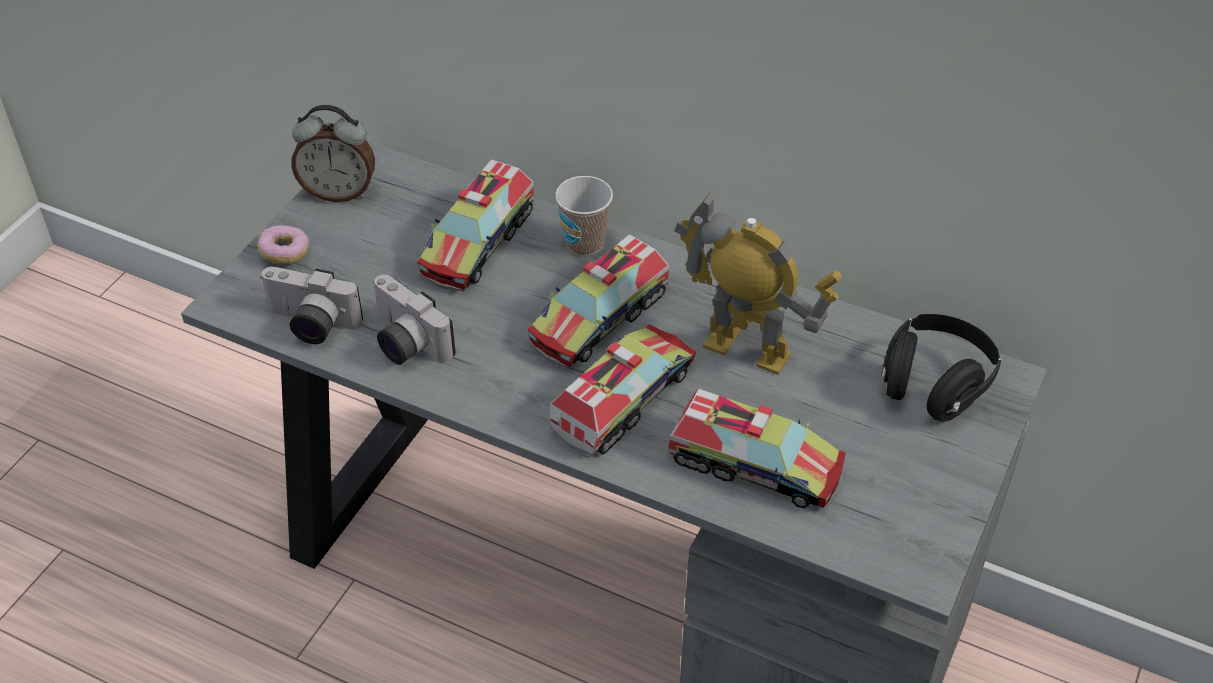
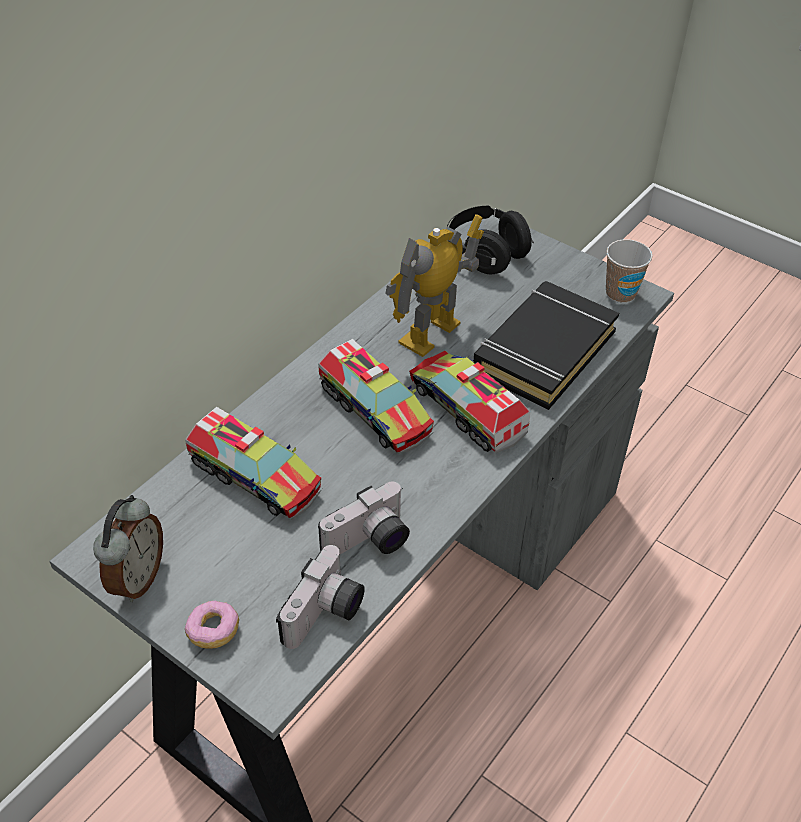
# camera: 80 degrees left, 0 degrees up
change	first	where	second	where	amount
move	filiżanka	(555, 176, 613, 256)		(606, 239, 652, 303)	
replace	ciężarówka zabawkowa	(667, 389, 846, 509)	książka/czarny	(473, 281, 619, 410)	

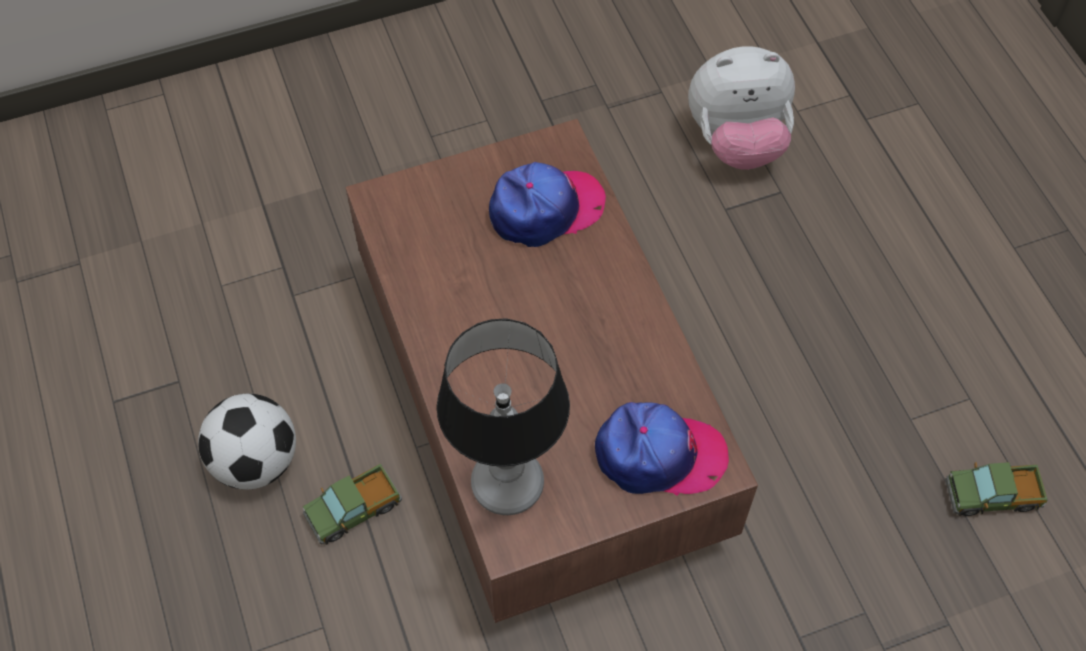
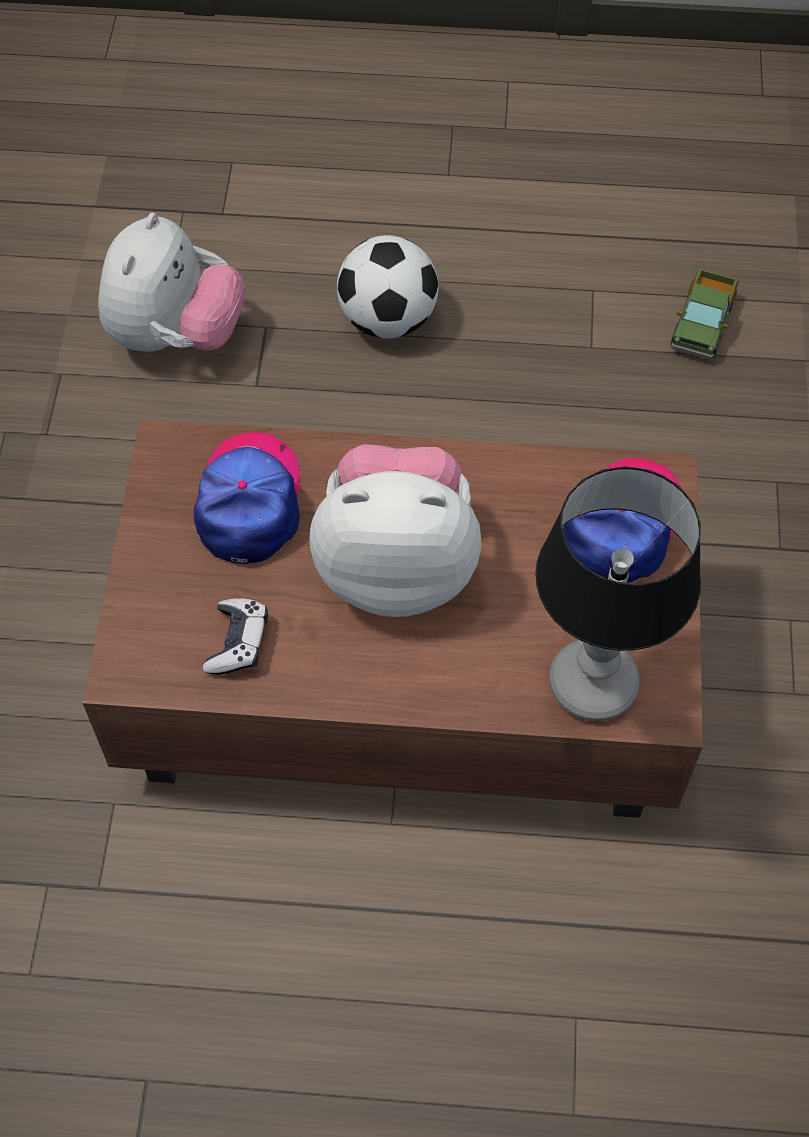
# camera: 65 degrees left, 0 degrees up
change	first	where	second	where	amount
move	piłka futbolowa	(198, 394, 296, 489)		(337, 235, 439, 339)	
delete	ciężarówka zabawkowa	(303, 464, 402, 545)			
insert			pluszak	(309, 444, 482, 617)	
insert			pad do gier	(203, 598, 268, 675)	

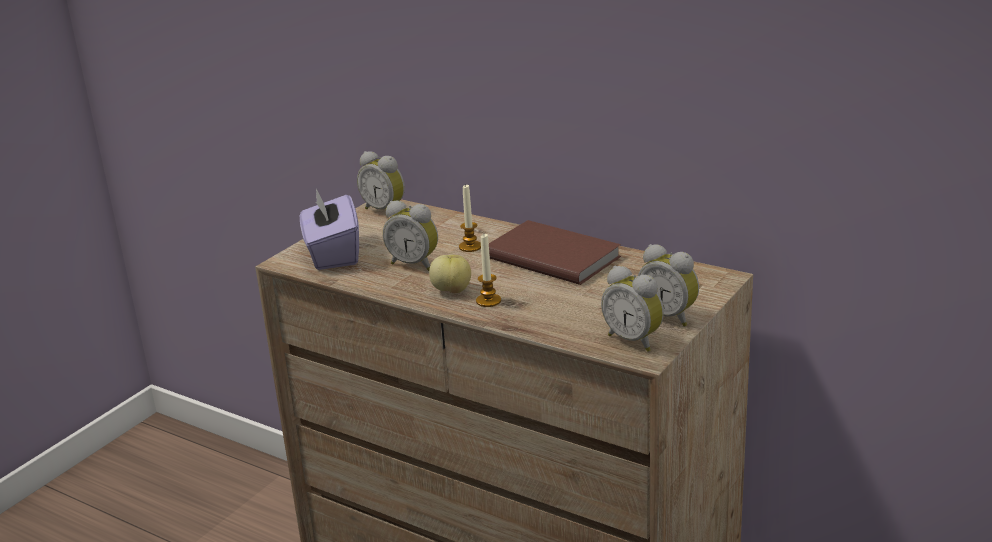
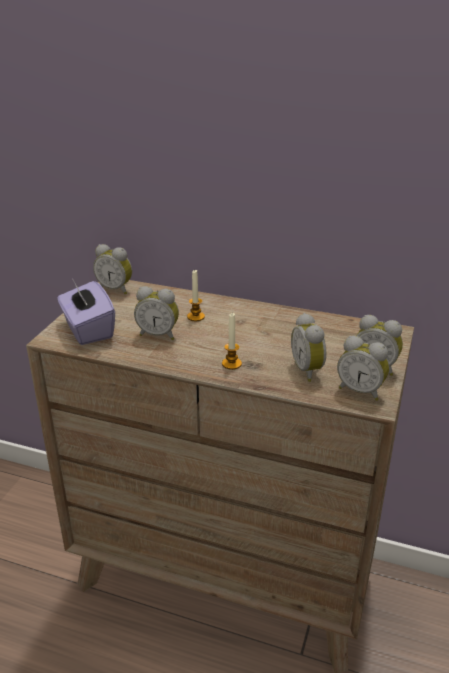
# camera: 15 degrees left, 5 degrees up
change	first	where	second	where	amount
delete	książka/brązowy	(489, 220, 621, 285)			
delete	jabłko	(429, 255, 471, 293)			
insert			budzik	(291, 313, 326, 382)	

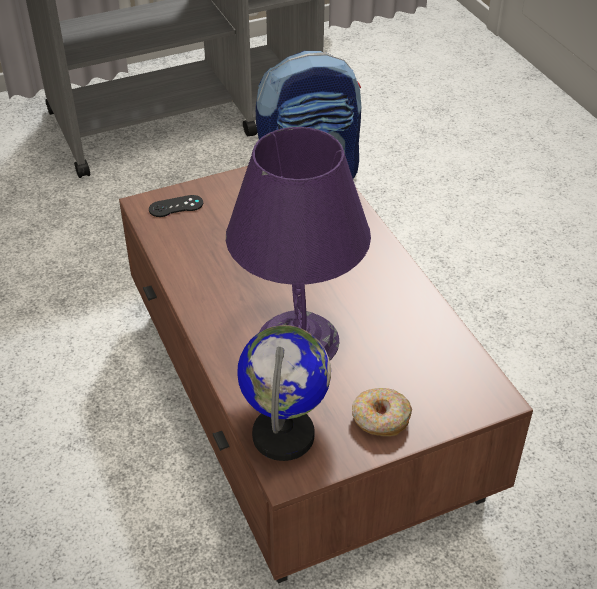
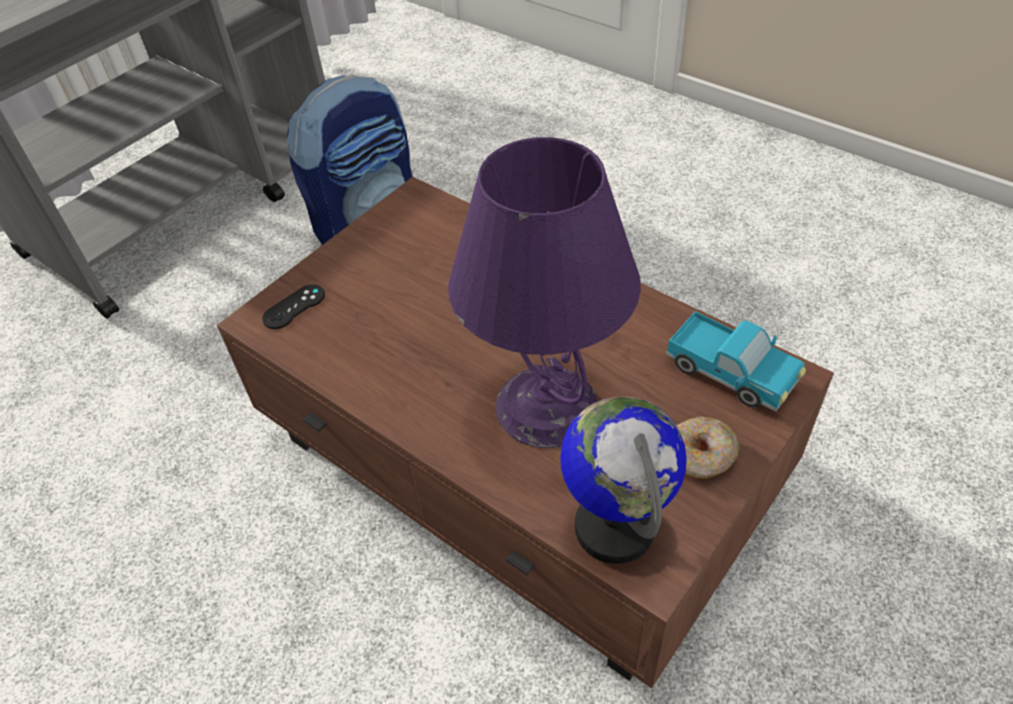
# camera: 25 degrees left, 5 degrees up
change	first	where	second	where	amount
insert			ciężarówka zabawkowa	(666, 311, 806, 412)	

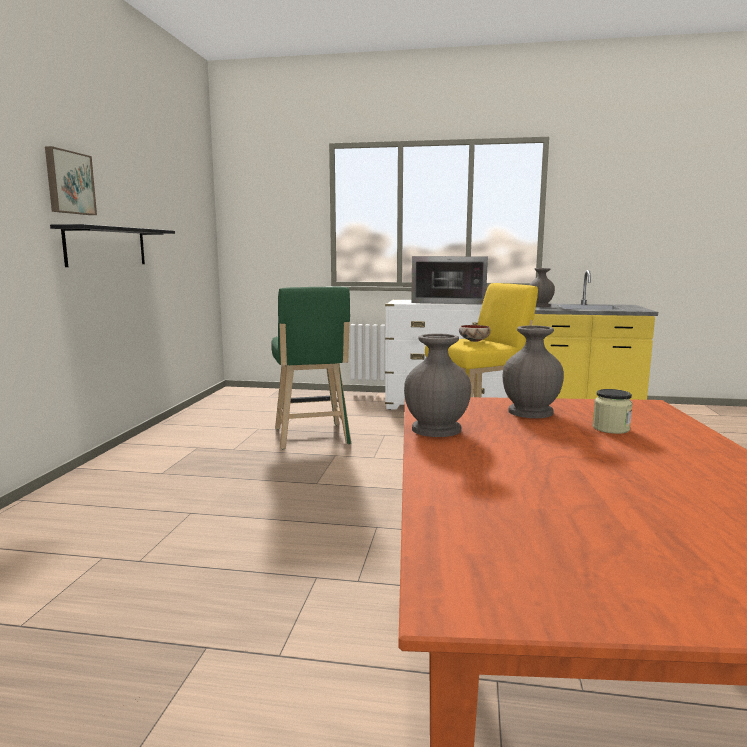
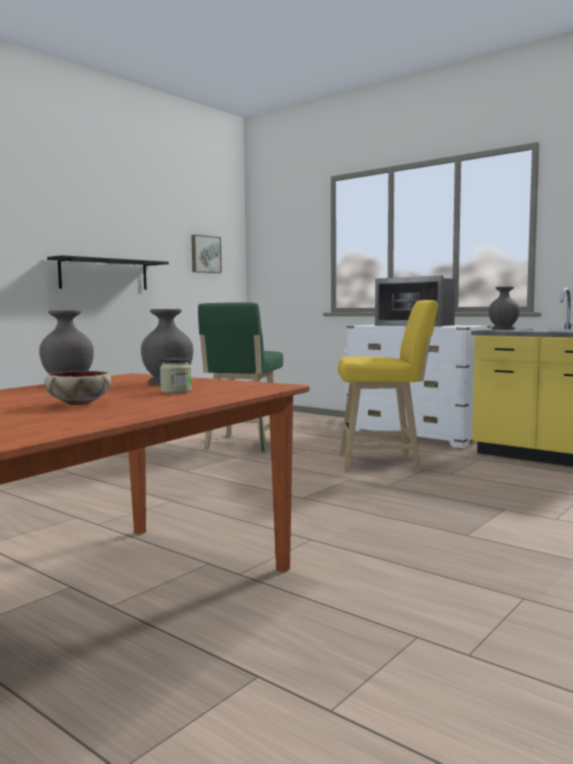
# camera: 30 degrees right, 5 degrees down
change	first	where	second	where	amount
move	obraz	(45, 146, 97, 215)		(191, 234, 222, 273)	
move	miska	(459, 325, 491, 342)		(44, 371, 111, 405)	

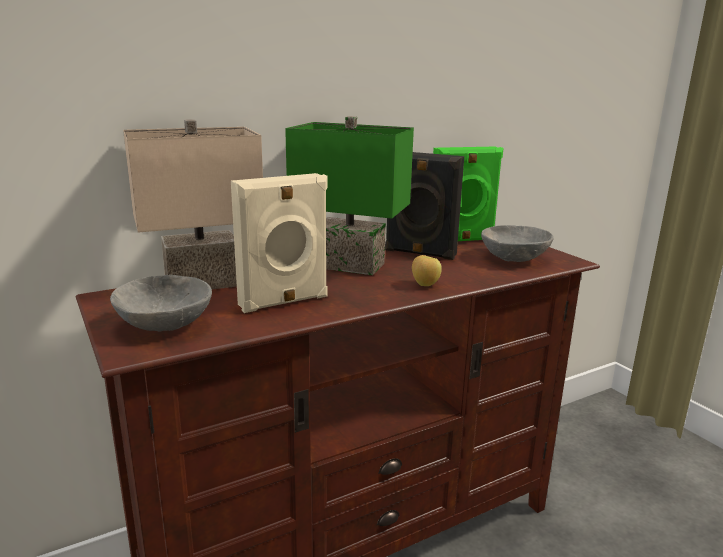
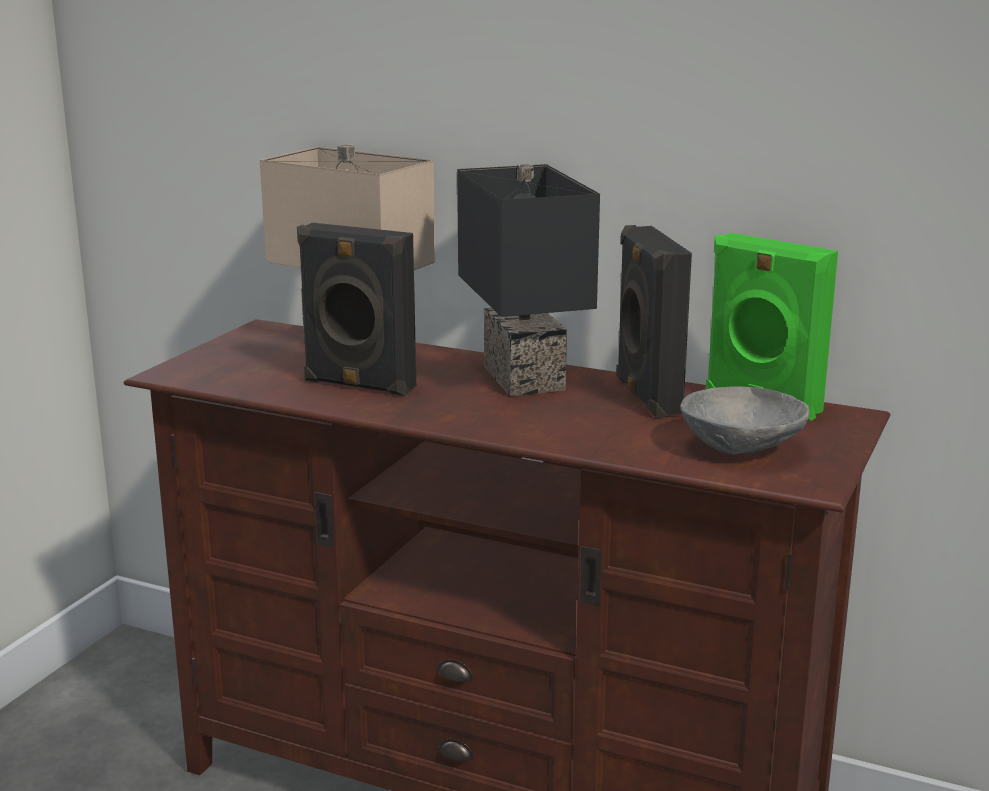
# camera: 55 degrees right, 0 degrees up
change	first	where	second	where	amount
recolor	lampa stołowa/zielony	(285, 116, 414, 275)	lampa stołowa/czarny	(457, 164, 600, 396)	
recolor	głośnik/beżowy	(231, 173, 328, 313)	głośnik/czarny	(297, 223, 416, 396)	
delete	jabłko	(412, 255, 442, 286)			
delete	miska/szary	(110, 275, 212, 332)			

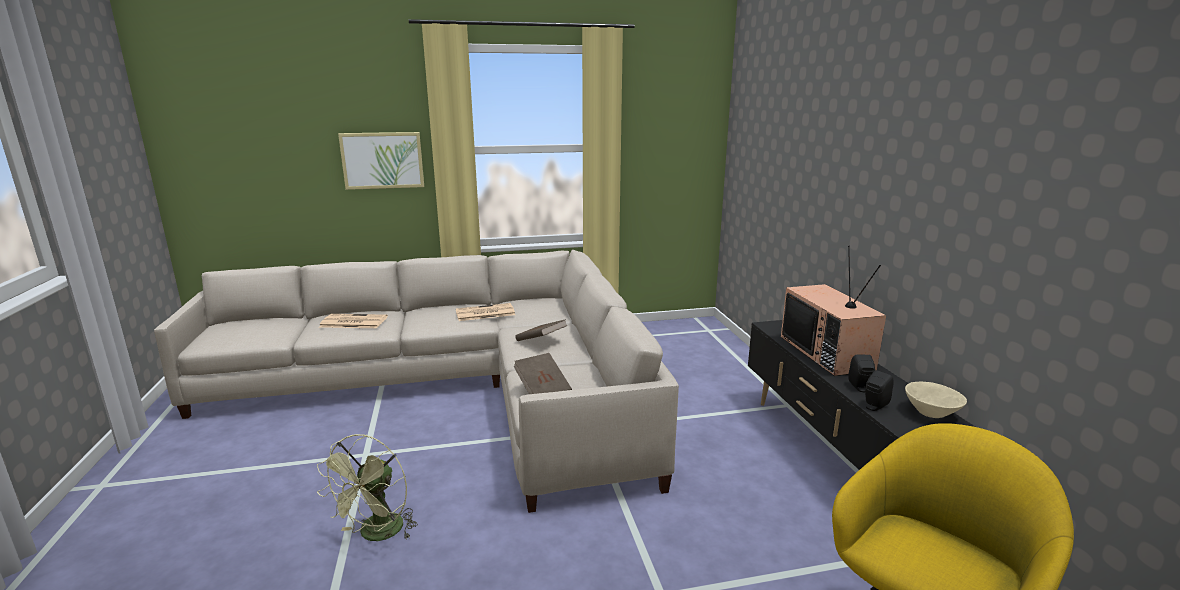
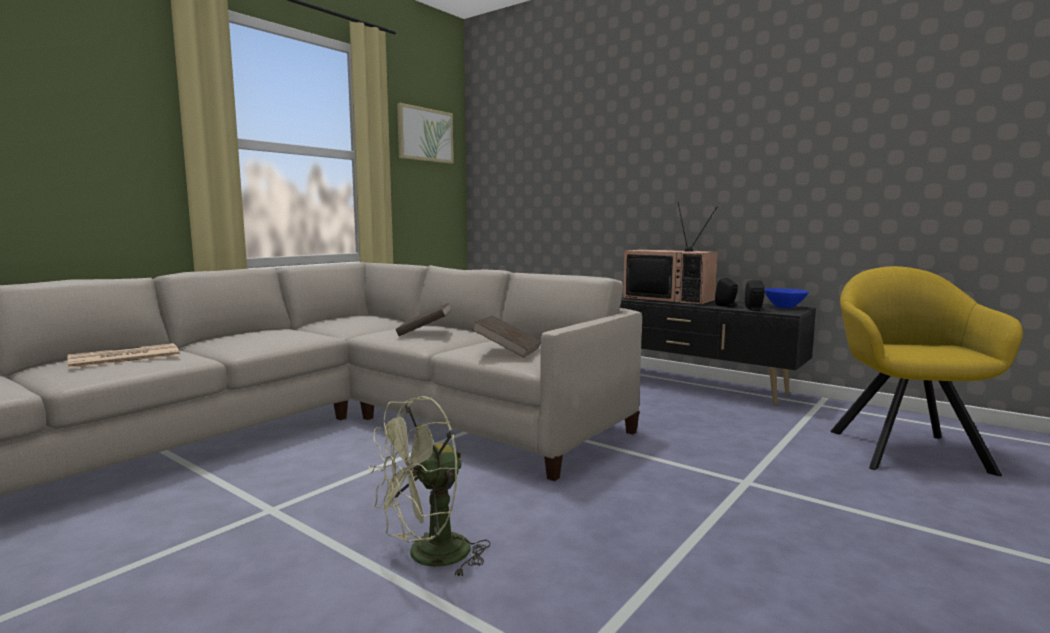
# camera: 40 degrees left, 10 degrees down
change	first	where	second	where	amount
move	obraz	(338, 132, 424, 190)		(397, 103, 454, 164)	
delete	gazeta	(456, 303, 515, 321)			
recolor	miska/beżowy	(905, 382, 967, 418)	miska/niebieski	(765, 288, 809, 308)	
rotate	wentylator/zielony	(317, 434, 418, 541)		(369, 396, 491, 578)	75 degrees clockwise

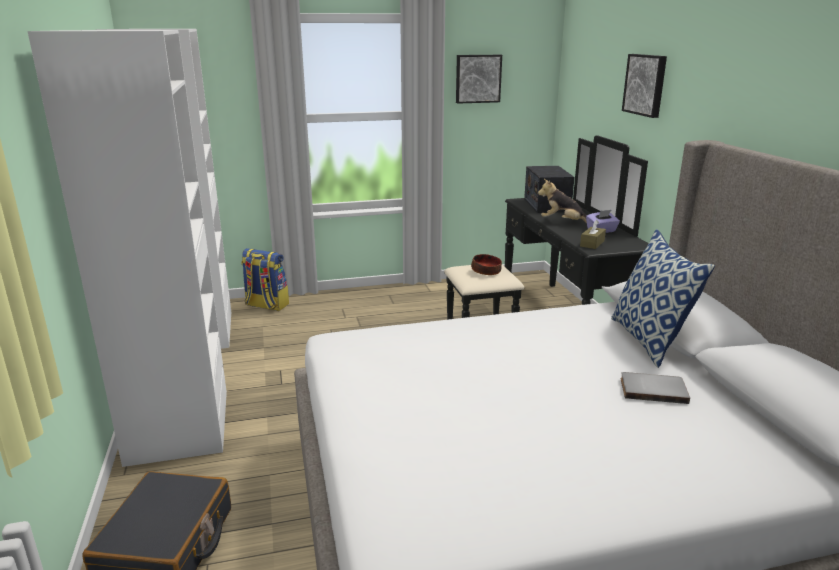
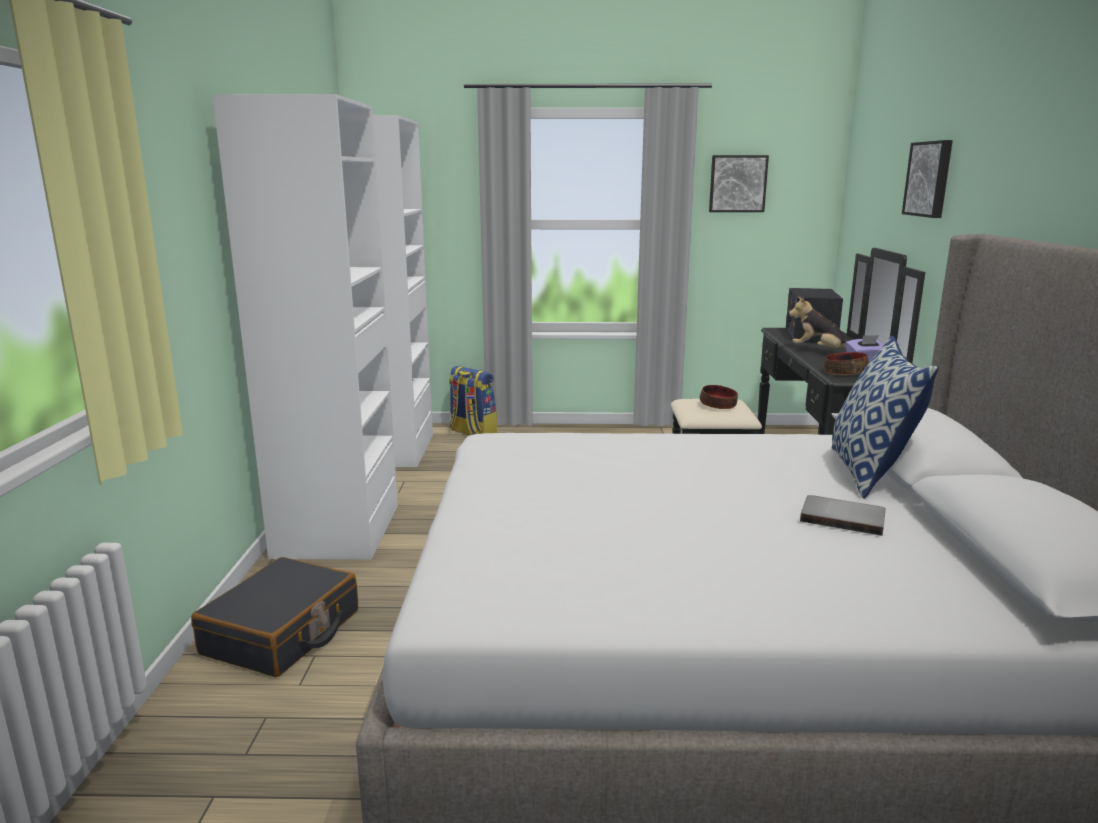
# camera: 15 degrees right, 5 degrees down
change	first	where	second	where	amount
replace	pudełko chusteczek/brązowy	(580, 220, 606, 249)	miska	(824, 352, 869, 375)	

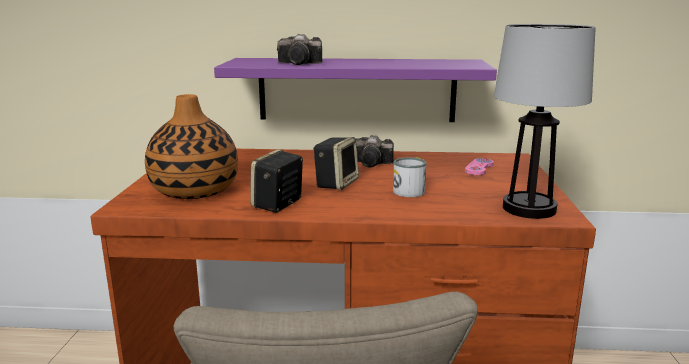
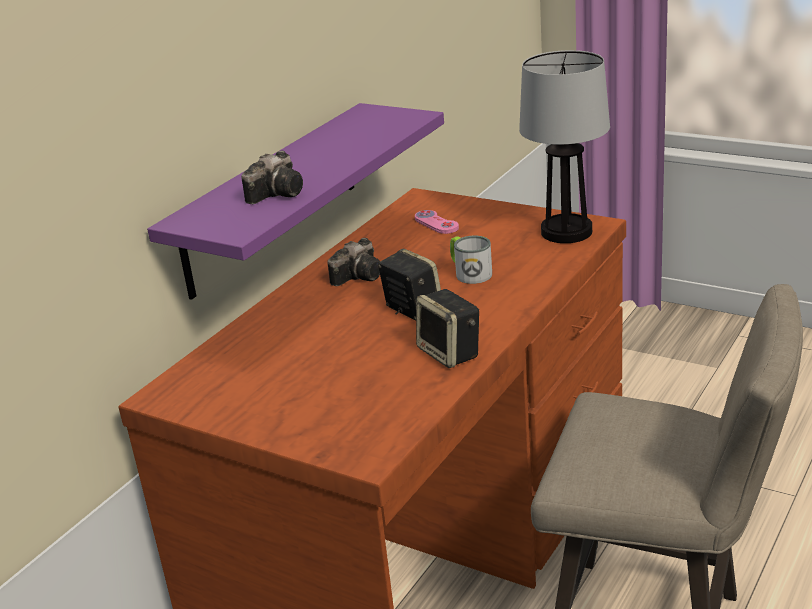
# camera: 60 degrees left, 10 degrees up
change	first	where	second	where	amount
delete	wazon	(145, 94, 238, 199)			

